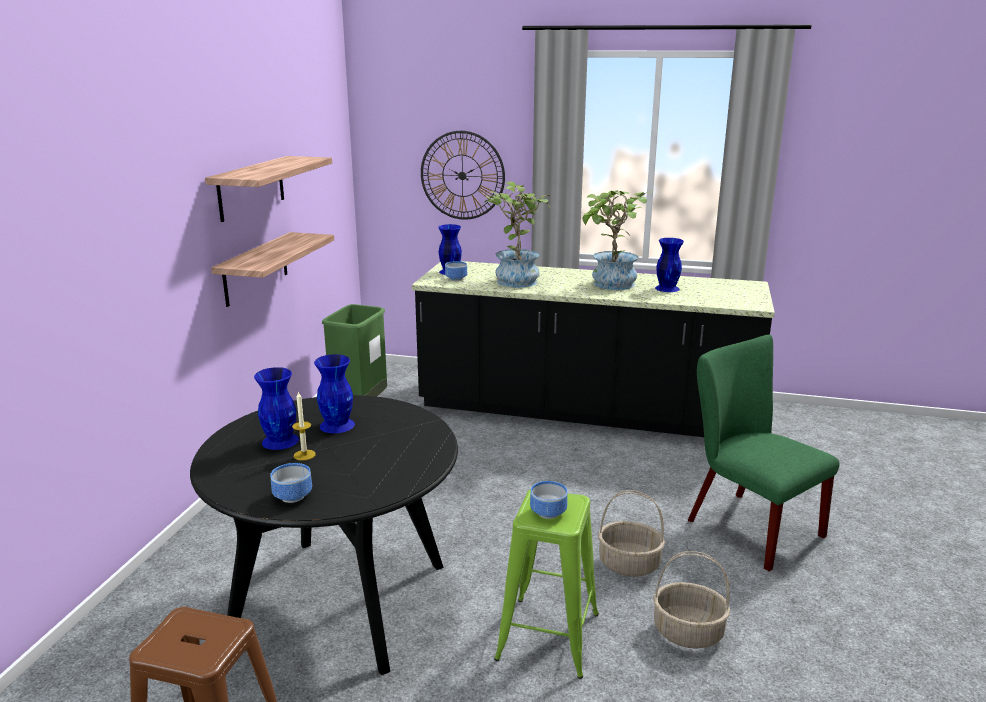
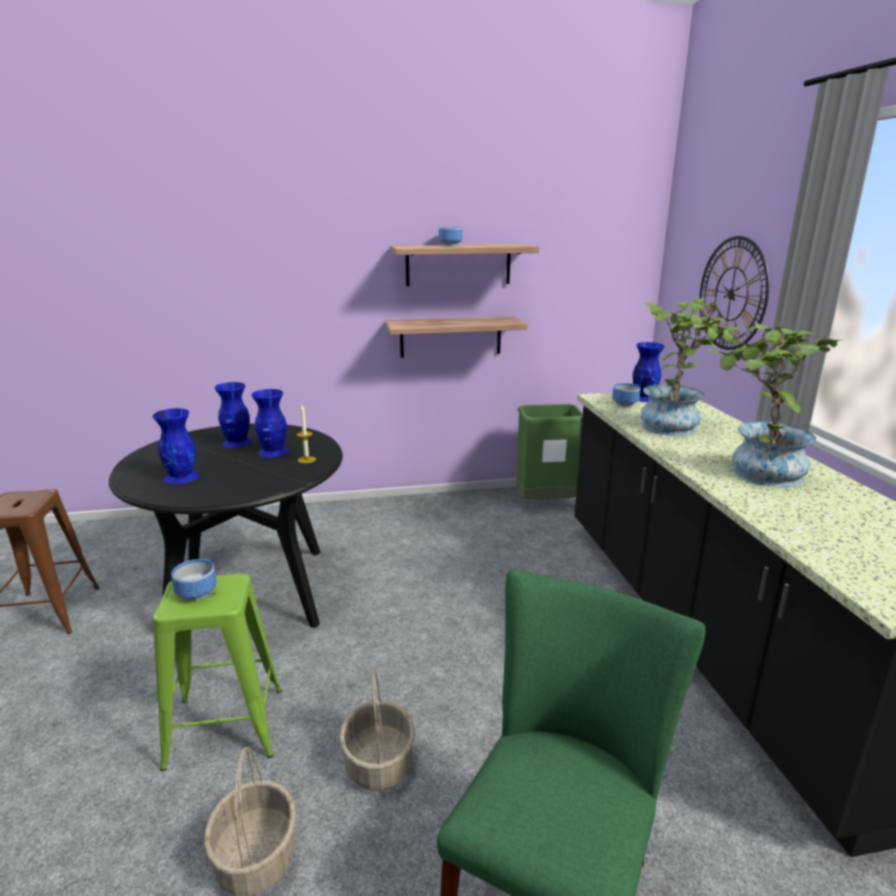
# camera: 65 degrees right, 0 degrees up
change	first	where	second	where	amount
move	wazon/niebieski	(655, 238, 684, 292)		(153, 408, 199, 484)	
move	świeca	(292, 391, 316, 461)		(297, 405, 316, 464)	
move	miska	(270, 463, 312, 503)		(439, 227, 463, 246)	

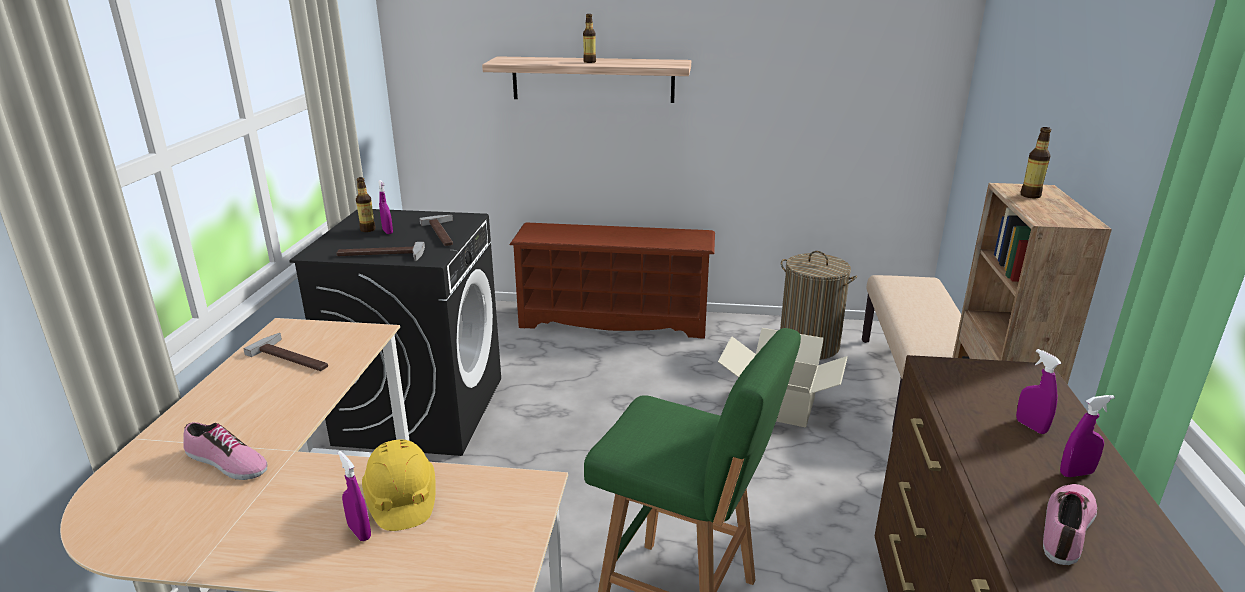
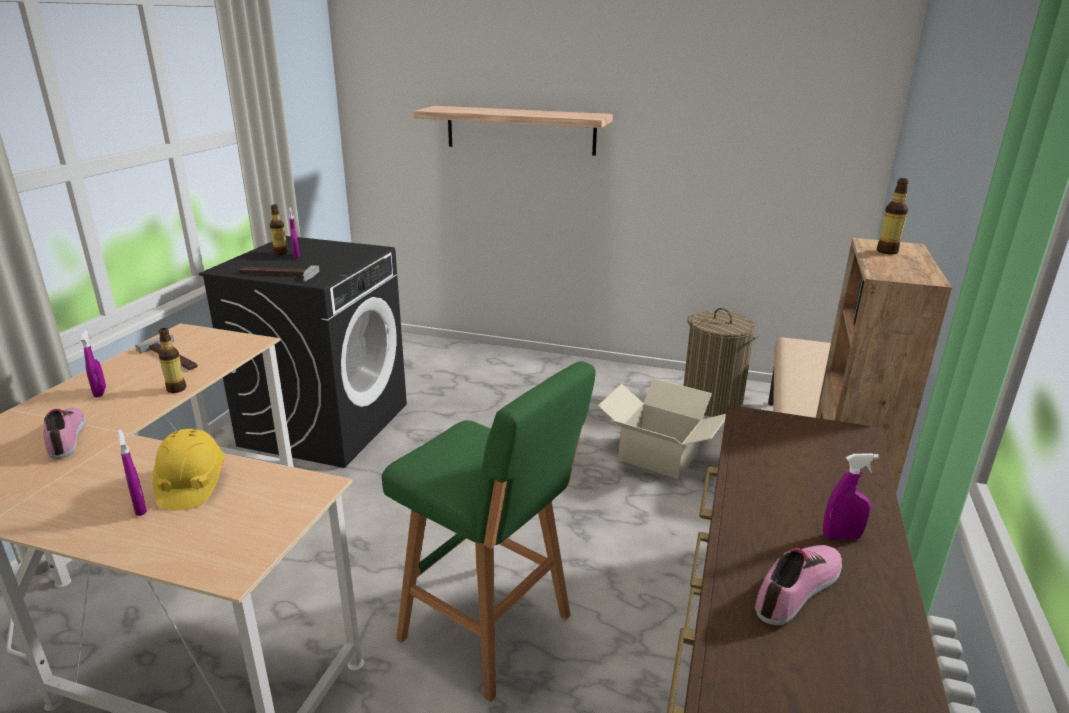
# camera: 10 degrees right, 0 degrees up
change	first	where	second	where	amount
move	butelka	(583, 14, 596, 63)		(158, 328, 186, 393)	
delete	młotek	(419, 215, 453, 246)			
delete	regał na buty/brązowy	(509, 222, 715, 339)			
move	spryskiwacz/fioletowy	(1016, 349, 1062, 434)		(81, 329, 106, 398)	
rotate	but	(183, 422, 267, 480)		(43, 408, 86, 460)	150 degrees counterclockwise

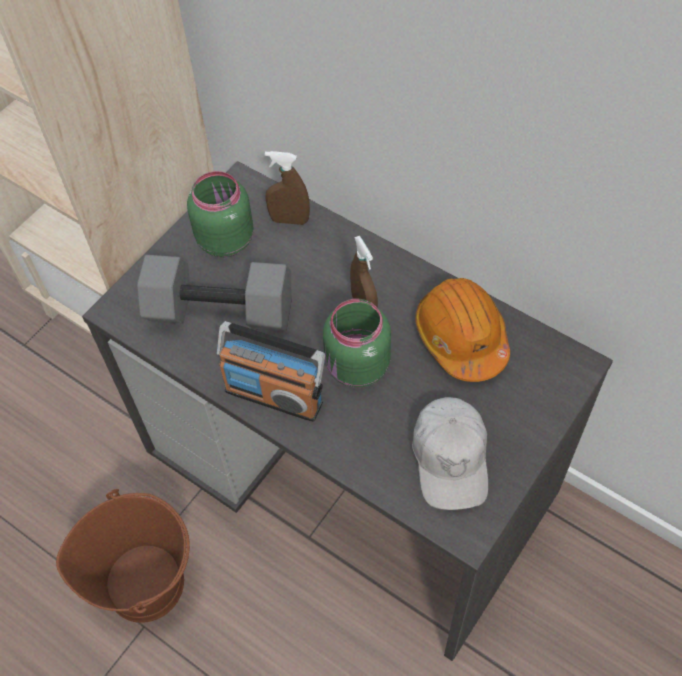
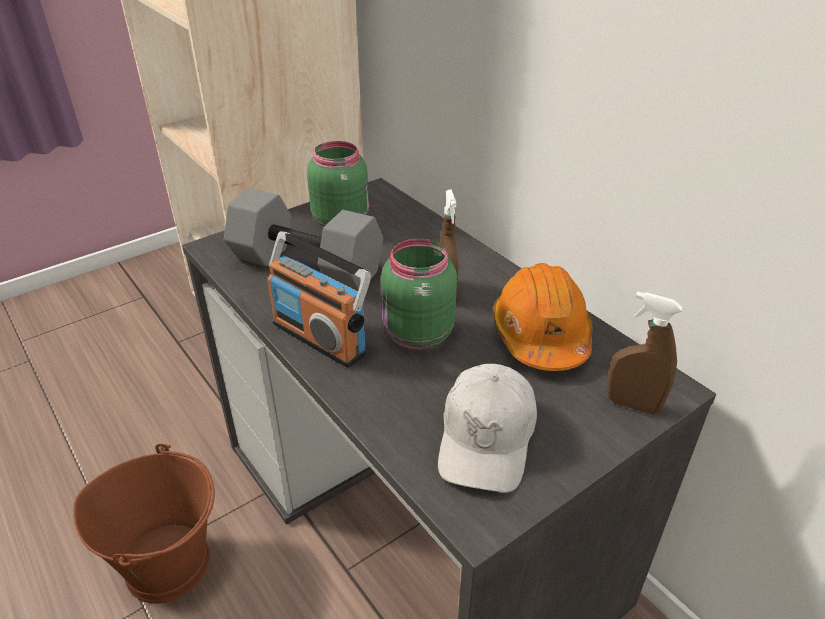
# camera: 15 degrees right, 20 degrees down
change	first	where	second	where	amount
move	spryskiwacz/brązowy	(265, 151, 310, 225)		(607, 291, 682, 414)	

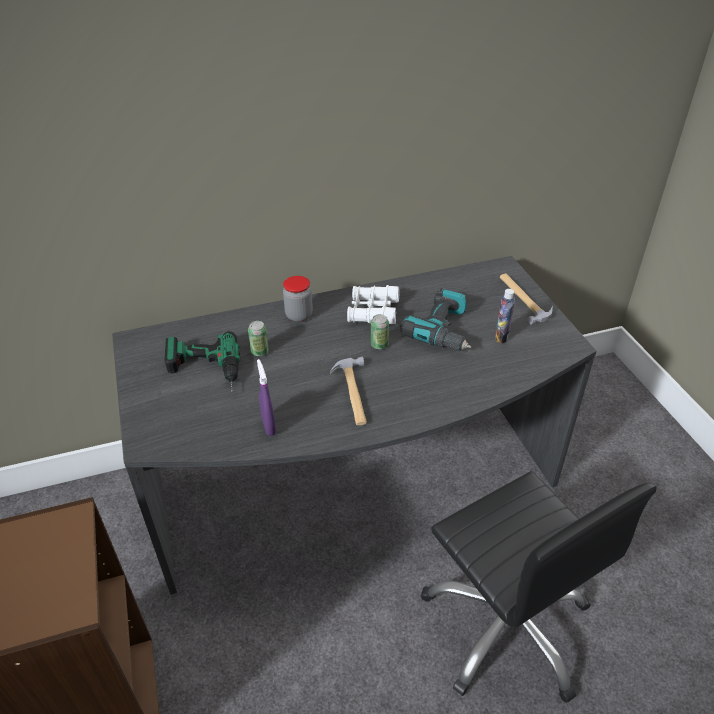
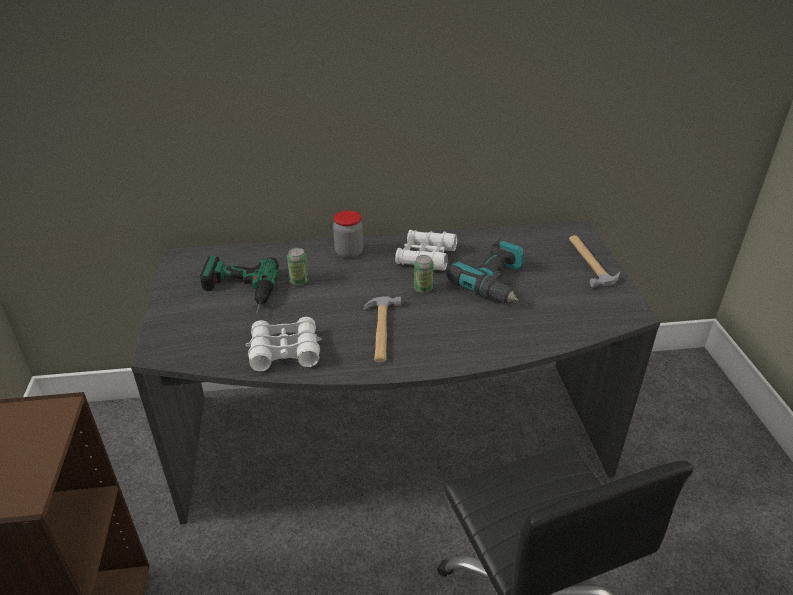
# camera: 10 degrees right, 5 degrees down
change	first	where	second	where	amount
delete	butelka	(495, 289, 515, 343)			
replace	spryskiwacz/fioletowy	(257, 359, 276, 436)	lornetka/biały	(246, 317, 322, 371)	

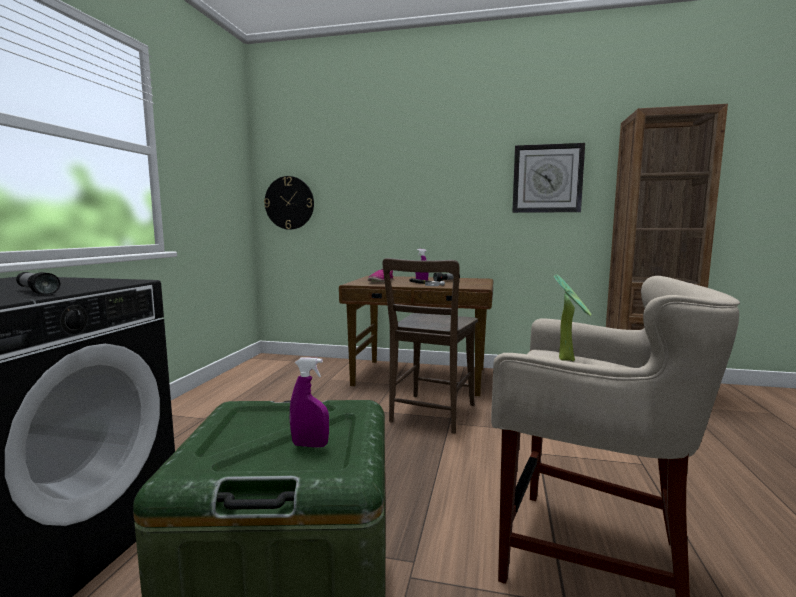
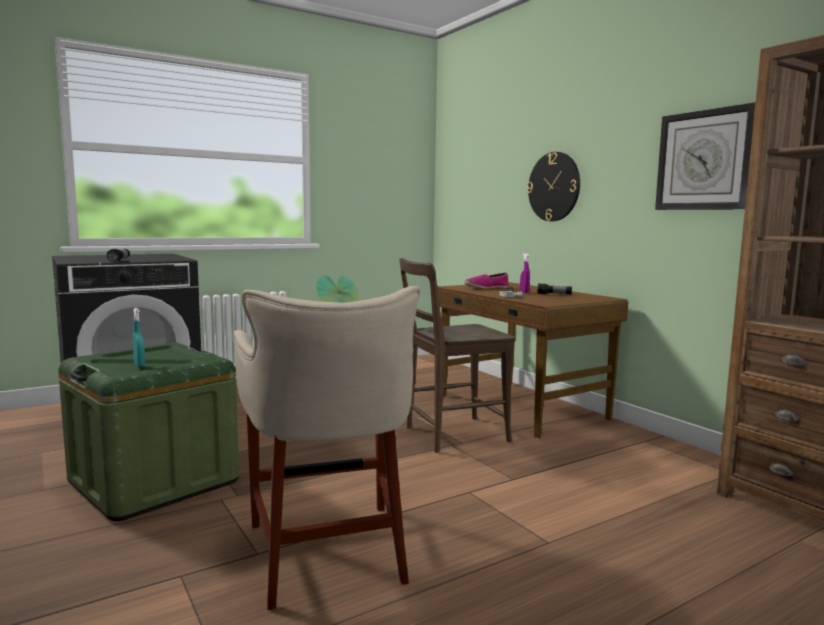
# camera: 45 degrees right, 0 degrees up
change	first	where	second	where	amount
move	zegar ścienny	(264, 176, 314, 230)		(527, 152, 580, 221)	
recolor	spryskiwacz/fioletowy	(290, 357, 329, 448)	spryskiwacz/turkusowy	(133, 308, 145, 367)	

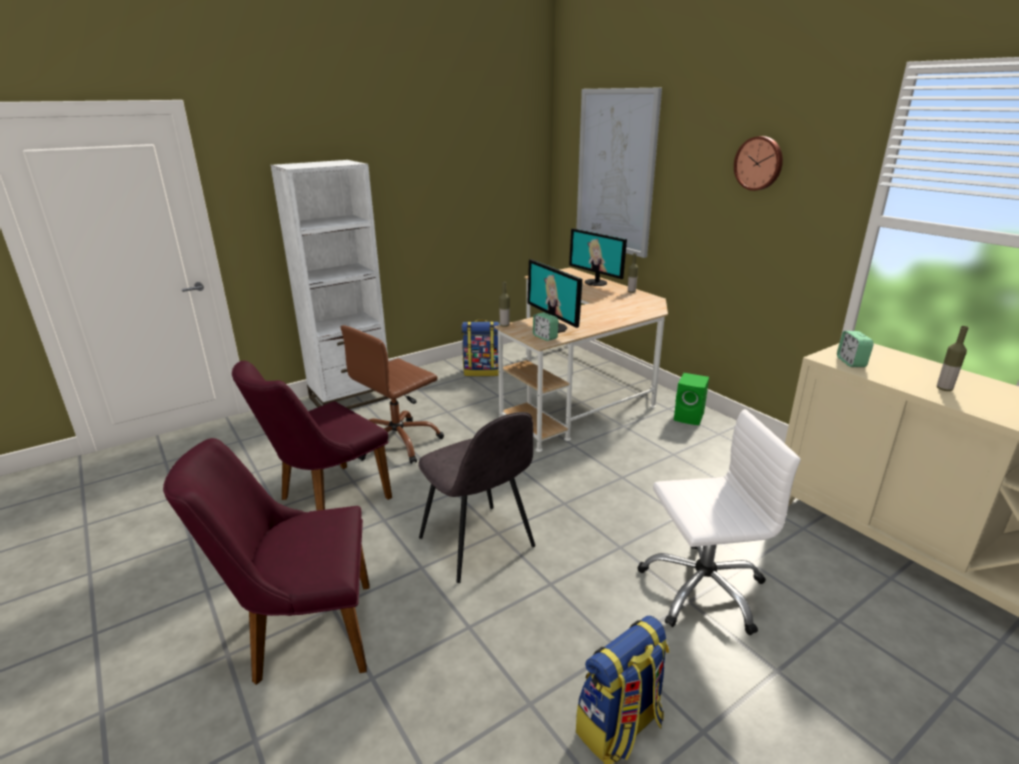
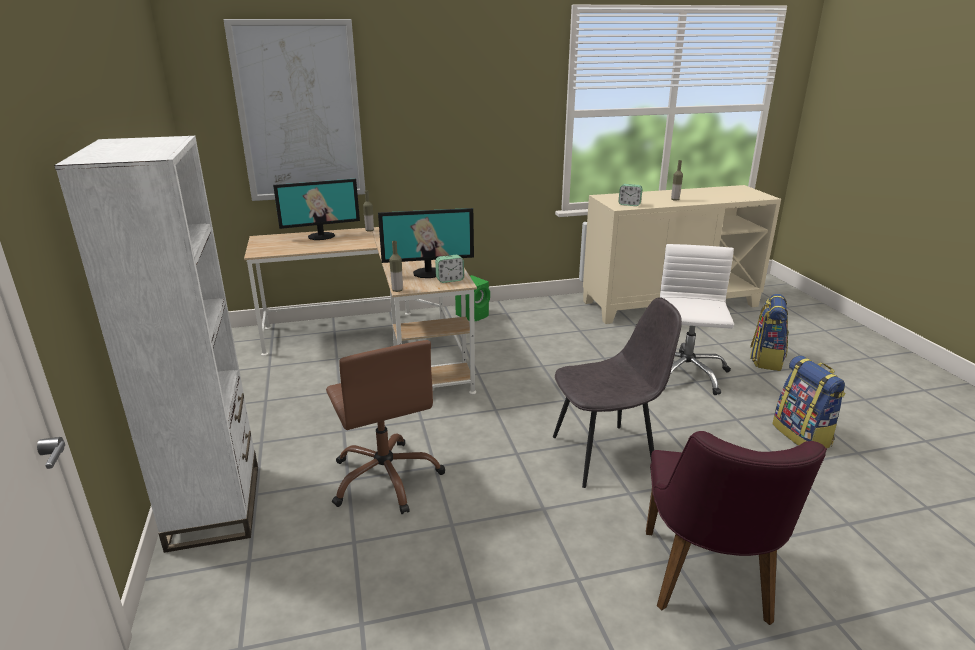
# camera: 70 degrees left, 0 degrees up
change	first	where	second	where	amount
delete	zegar ścienny	(734, 136, 783, 191)			
move	plecak	(461, 320, 500, 377)		(750, 294, 789, 371)	
delete	krzesło/fioletowy	(232, 361, 392, 511)			

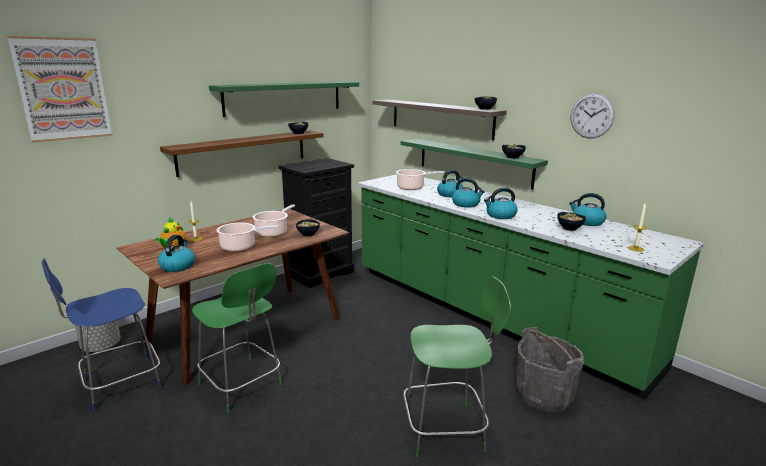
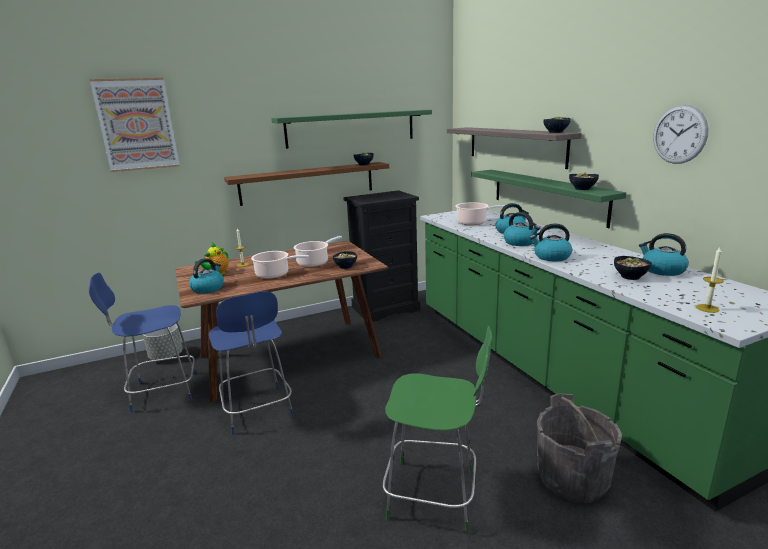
# camera: 20 degrees right, 0 degrees up
change	first	where	second	where	amount
recolor	krzesło/zielony	(192, 263, 283, 413)	krzesło/niebieski	(209, 291, 294, 435)	

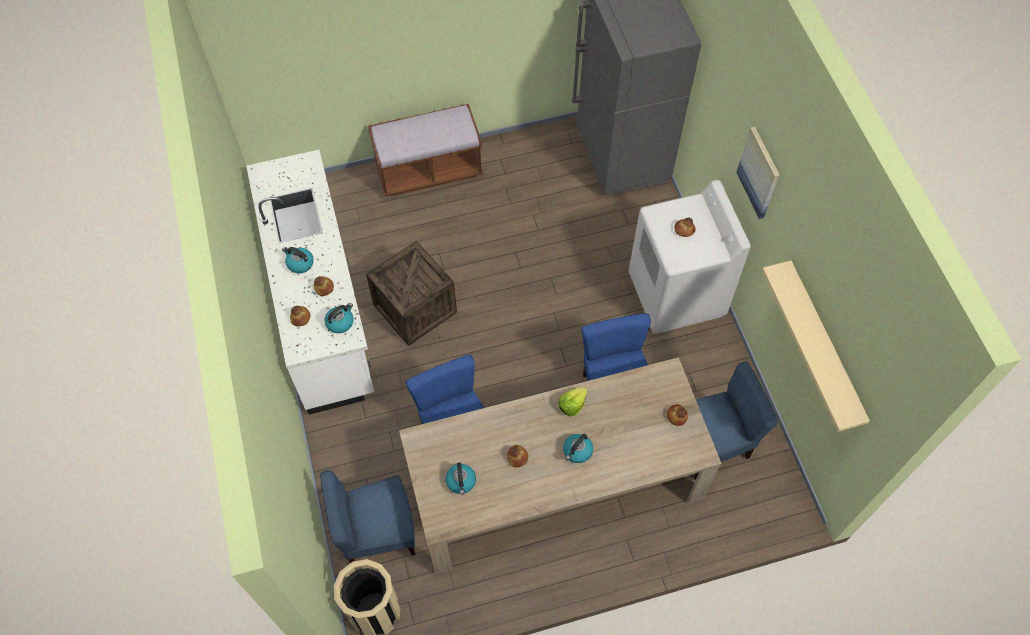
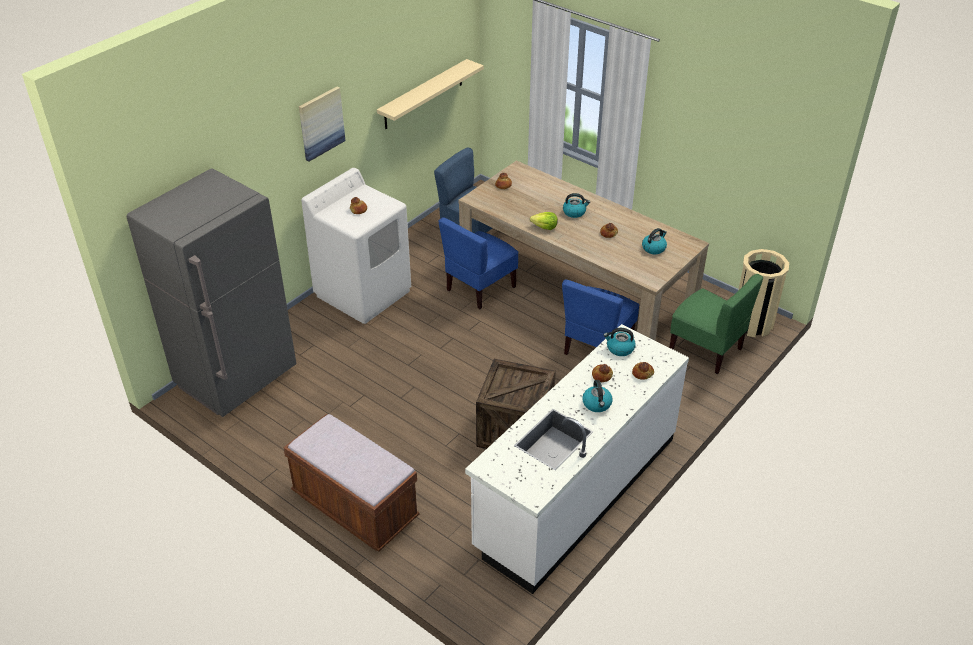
# camera: 125 degrees left, 20 degrees down
change	first	where	second	where	amount
recolor	krzesło/niebieski	(320, 470, 415, 563)	krzesło/zielony	(669, 274, 763, 374)	

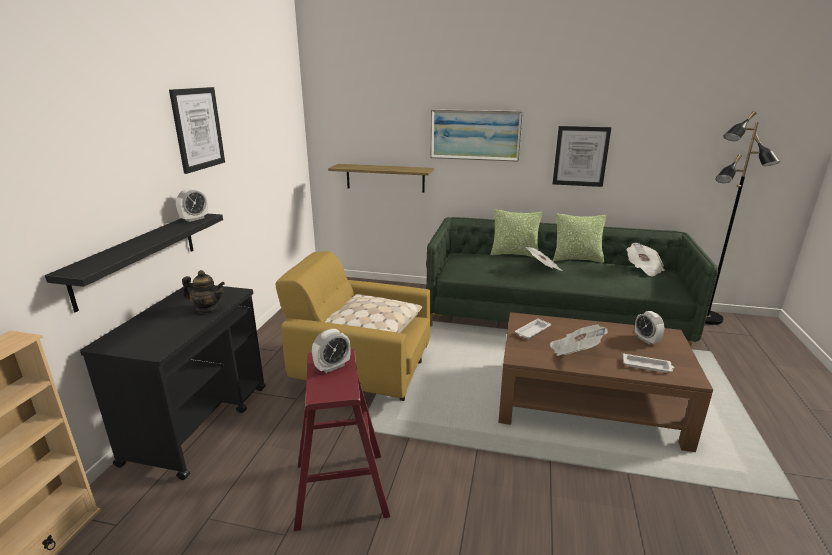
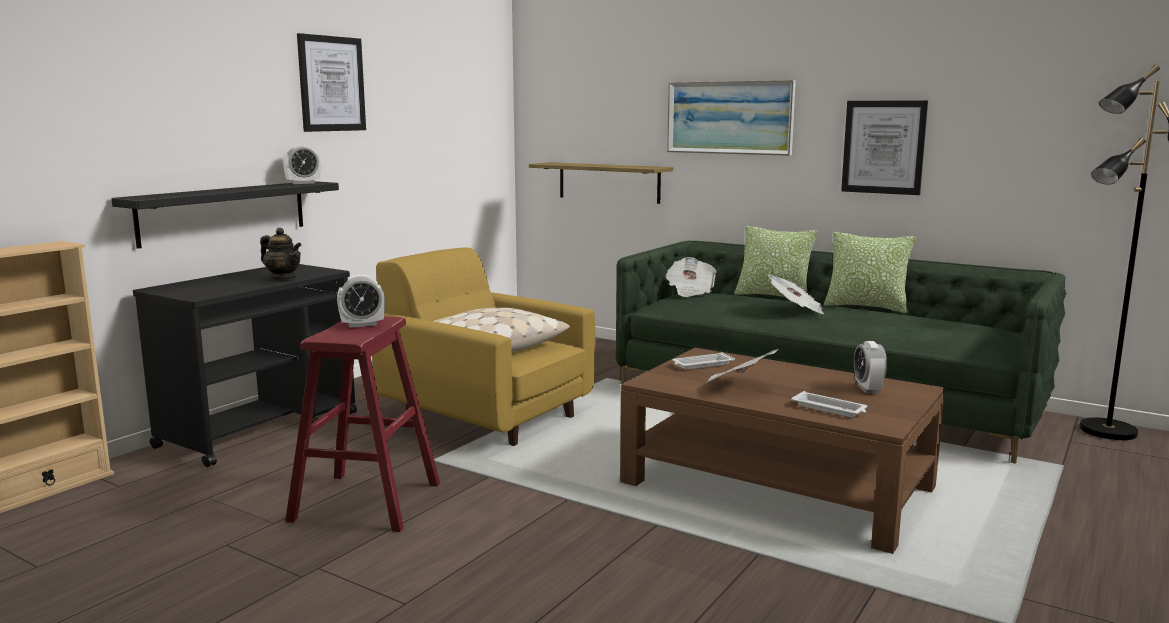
# camera: 20 degrees right, 10 degrees down
change	first	where	second	where	amount
move	gazeta	(627, 243, 665, 277)		(665, 257, 717, 297)	

